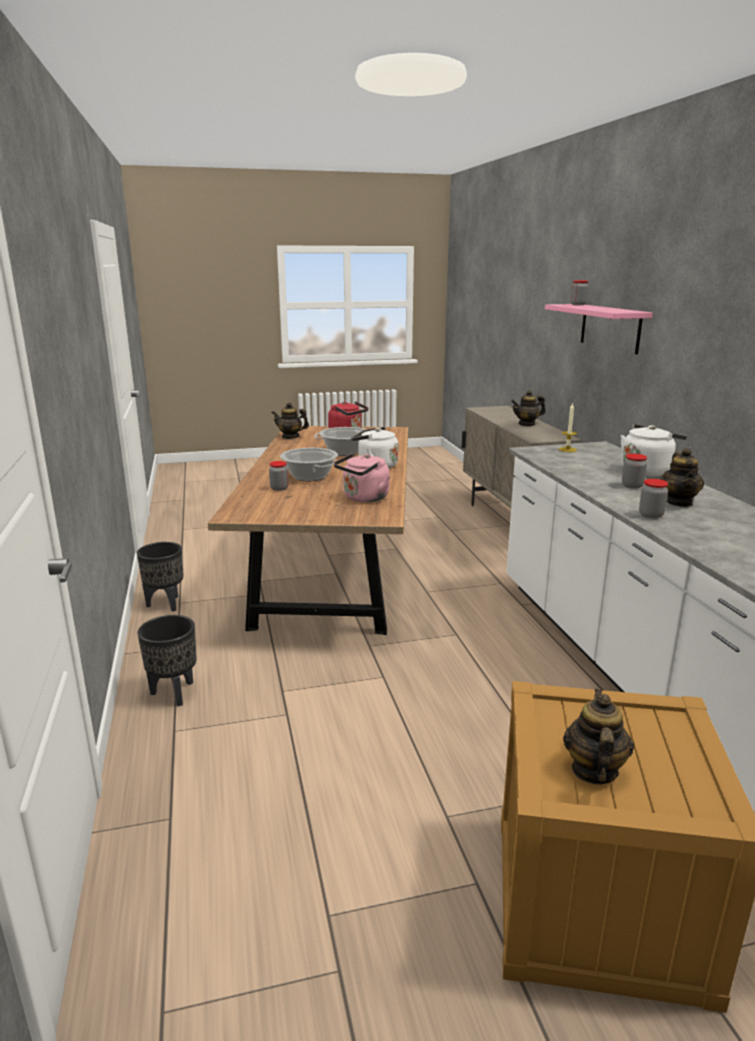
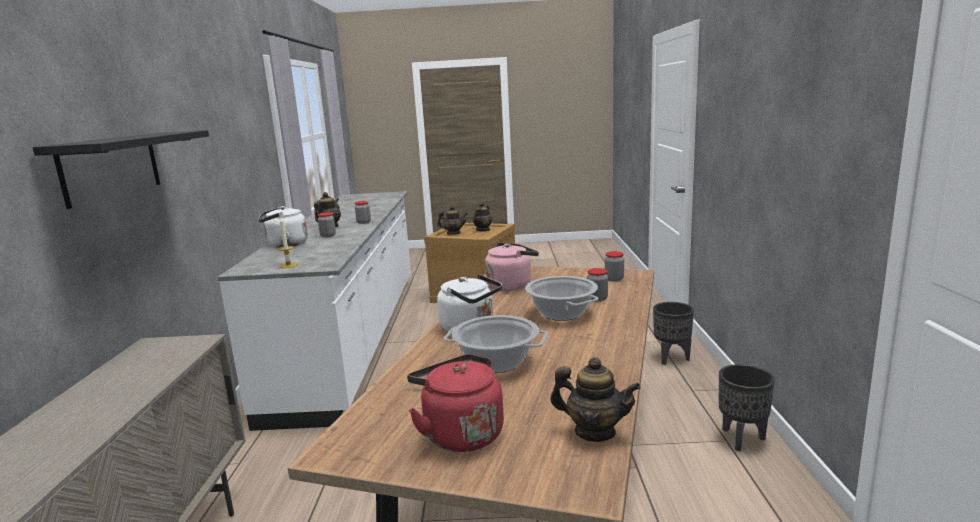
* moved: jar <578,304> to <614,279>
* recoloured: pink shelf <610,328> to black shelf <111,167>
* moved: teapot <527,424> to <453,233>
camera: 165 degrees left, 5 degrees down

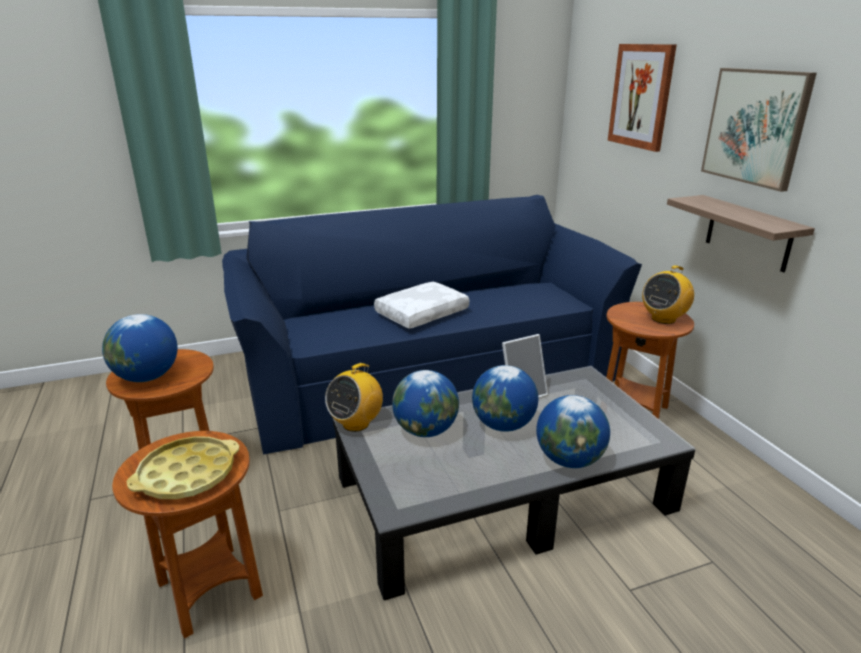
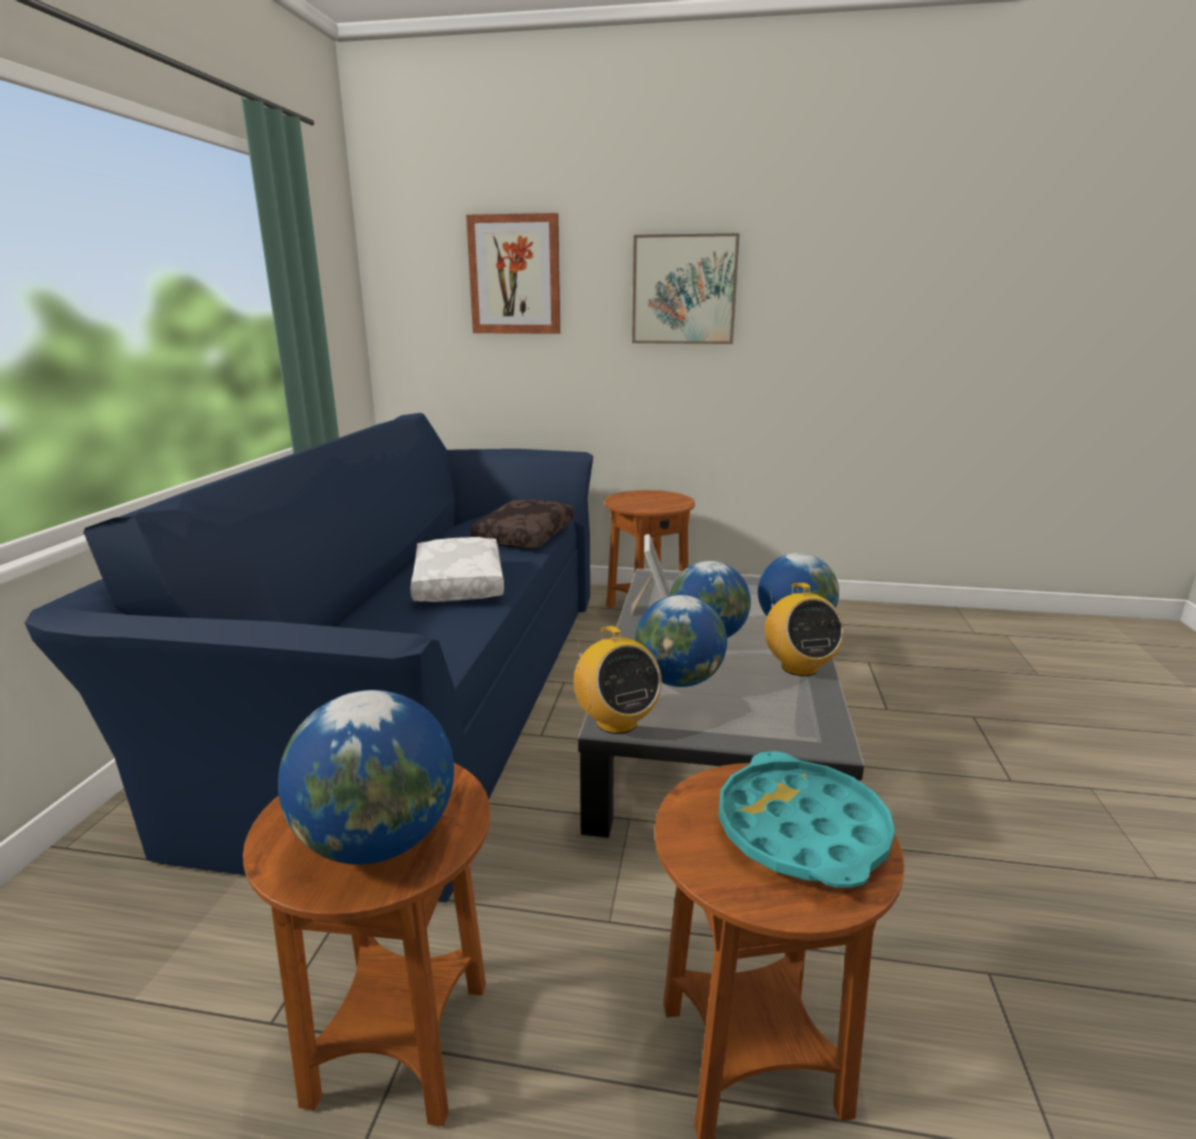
* removed: shelf <748,233>
* moved: radio <663,319> to <799,667>
* recoloured: yellow tray <187,474> to turquoise tray <801,831>
* added: brown pillow <523,535>
camera: 60 degrees left, 5 degrees down

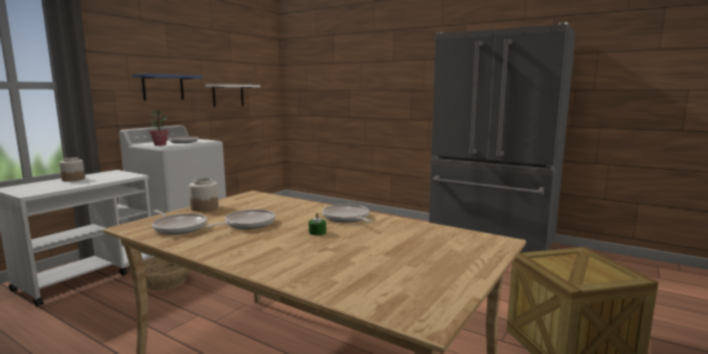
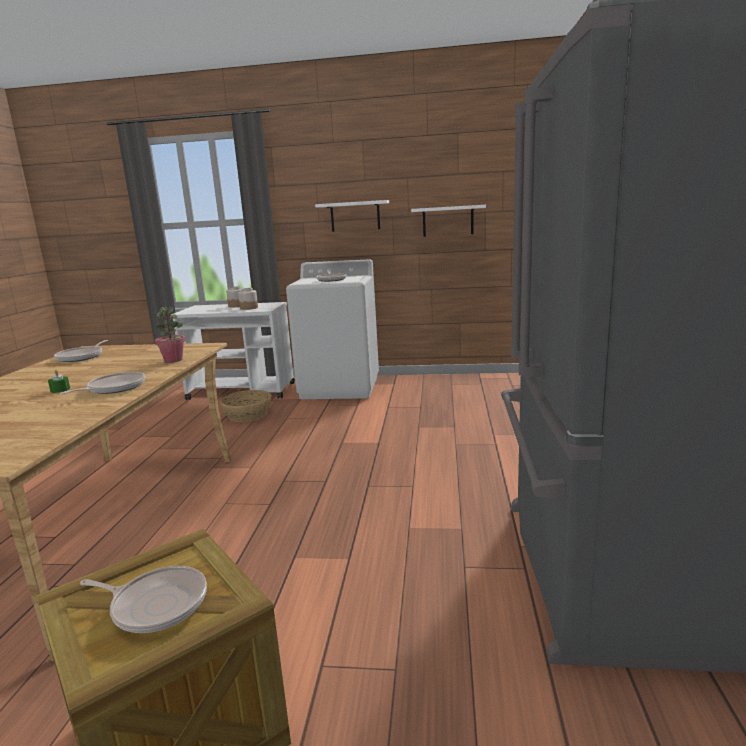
* recoloured: blue shelf <163,87> to white shelf <355,216>
* moved: potted plant <160,145> to <173,360>
* moved: jar <204,207> to <249,308>
* moved: frying pan <247,224> to <156,604>
camera: 65 degrees right, 5 degrees up

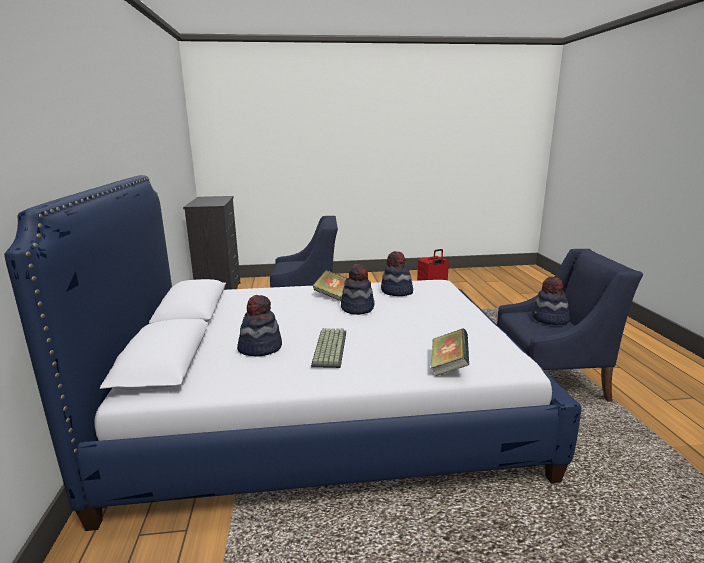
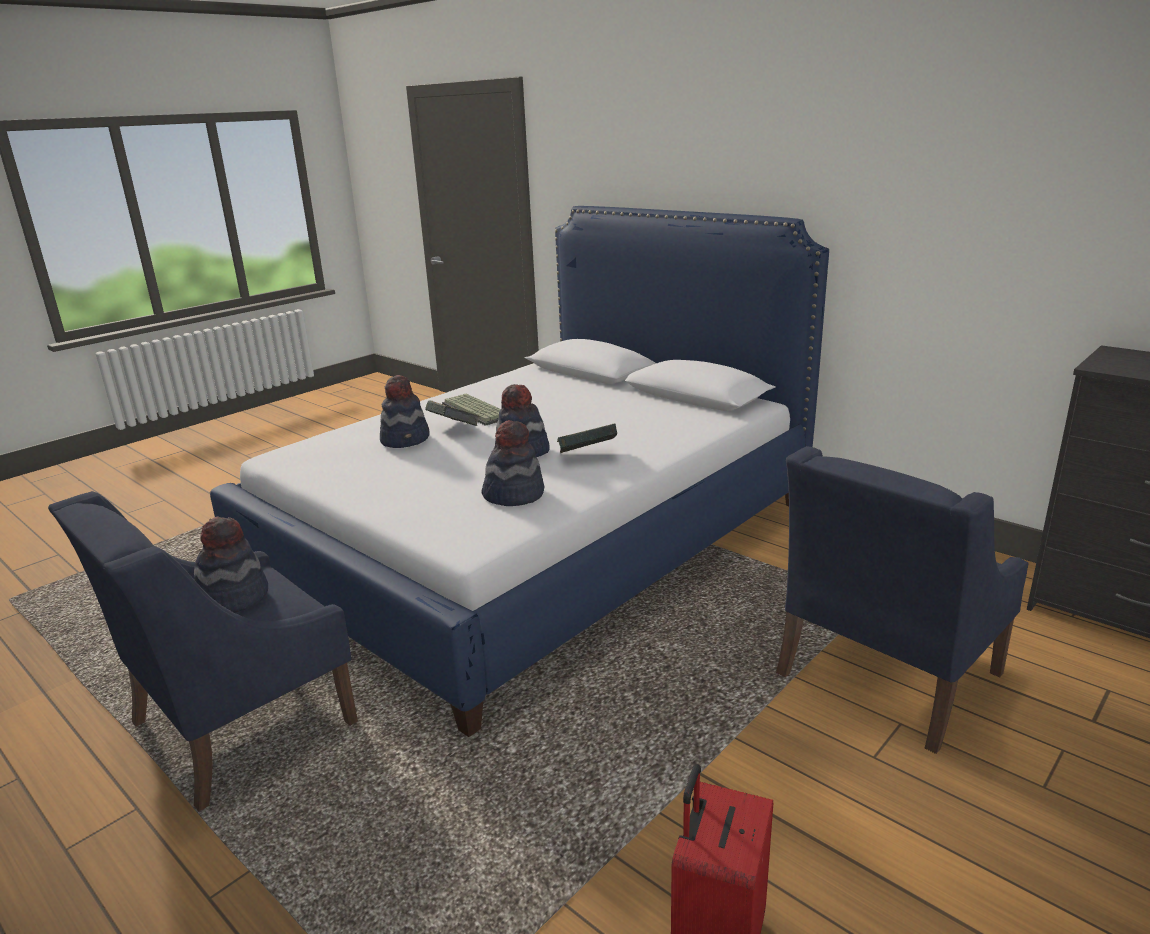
* moved: hat <260,348> to <406,439>
* moved: book <448,366> to <454,429>
camera: 140 degrees right, 5 degrees up

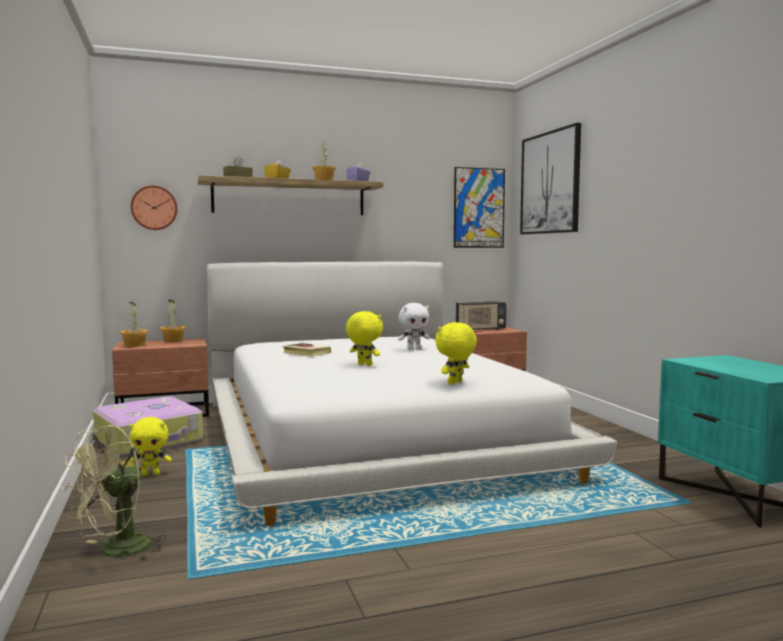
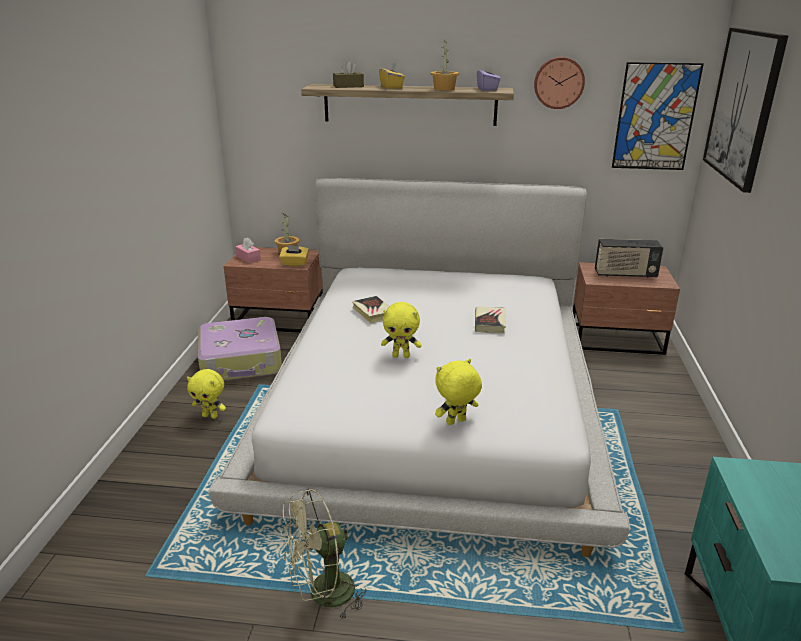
* moved: wall clock <154,208> to <559,82>
* replaced: potted plant <134,345> to pink tissue box <248,258>
* replaced: white plush toy <413,349> to book <489,323>
* turned: yellow plush toy <364,365> = <401,356> 120 degrees clockwise
* moved: green fan <115,552> to <323,595>
* added: yellow tissue box <294,264>
camera: 25 degrees right, 20 degrees up

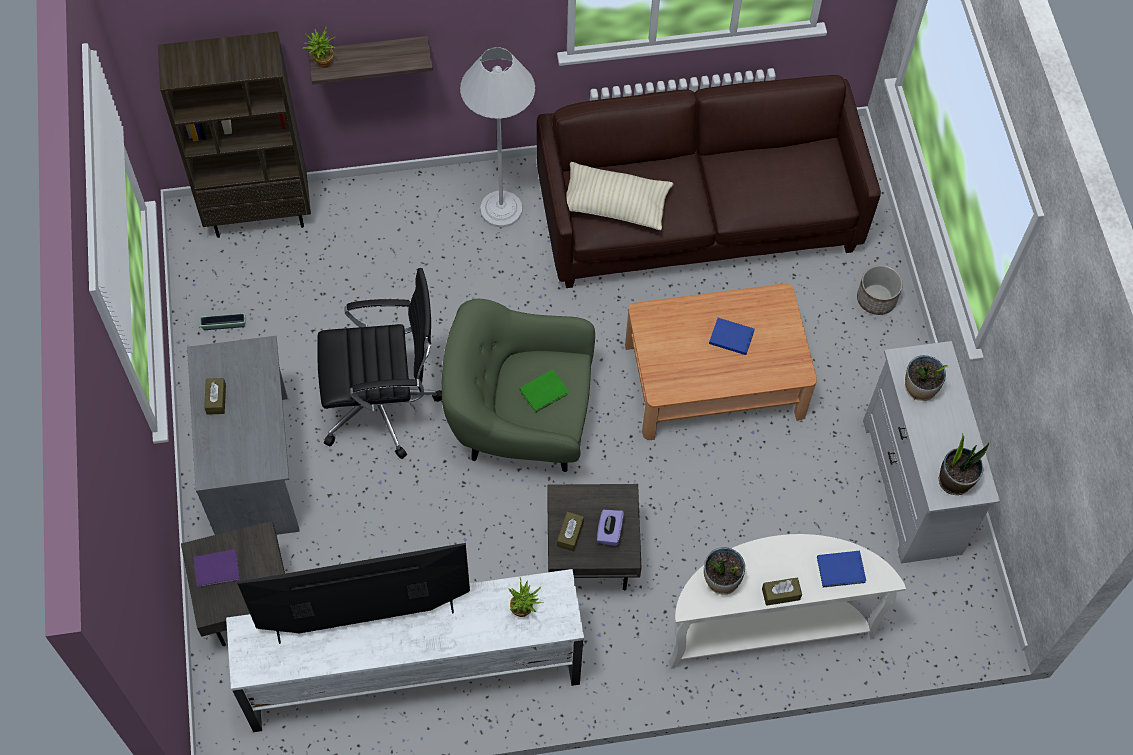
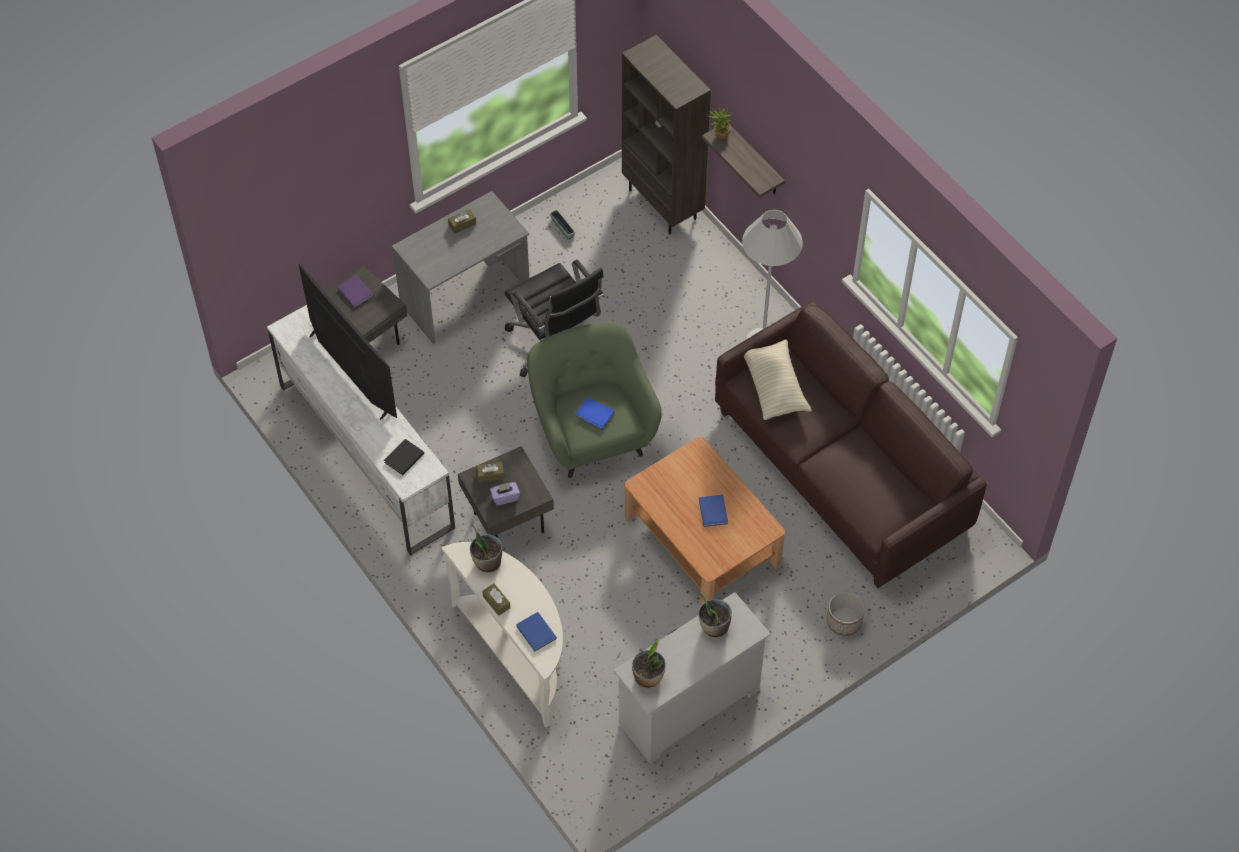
* recoloured: green book <545,392> to blue book <595,415>
* replaced: potted plant <525,611> to black book <403,458>
camera: 65 degrees right, 5 degrees down

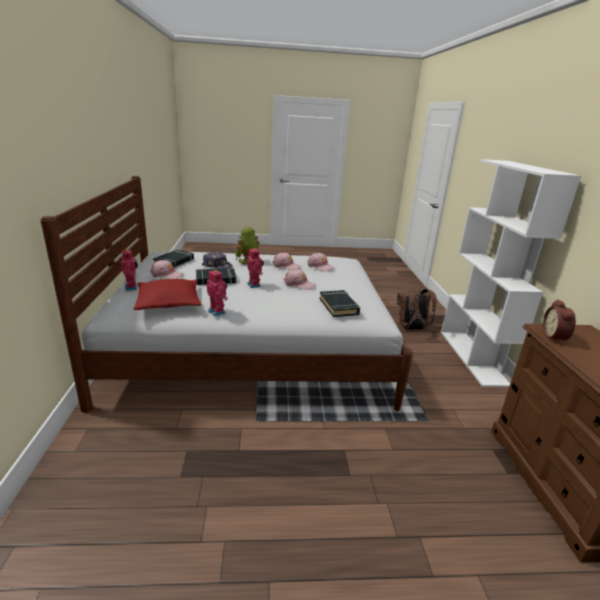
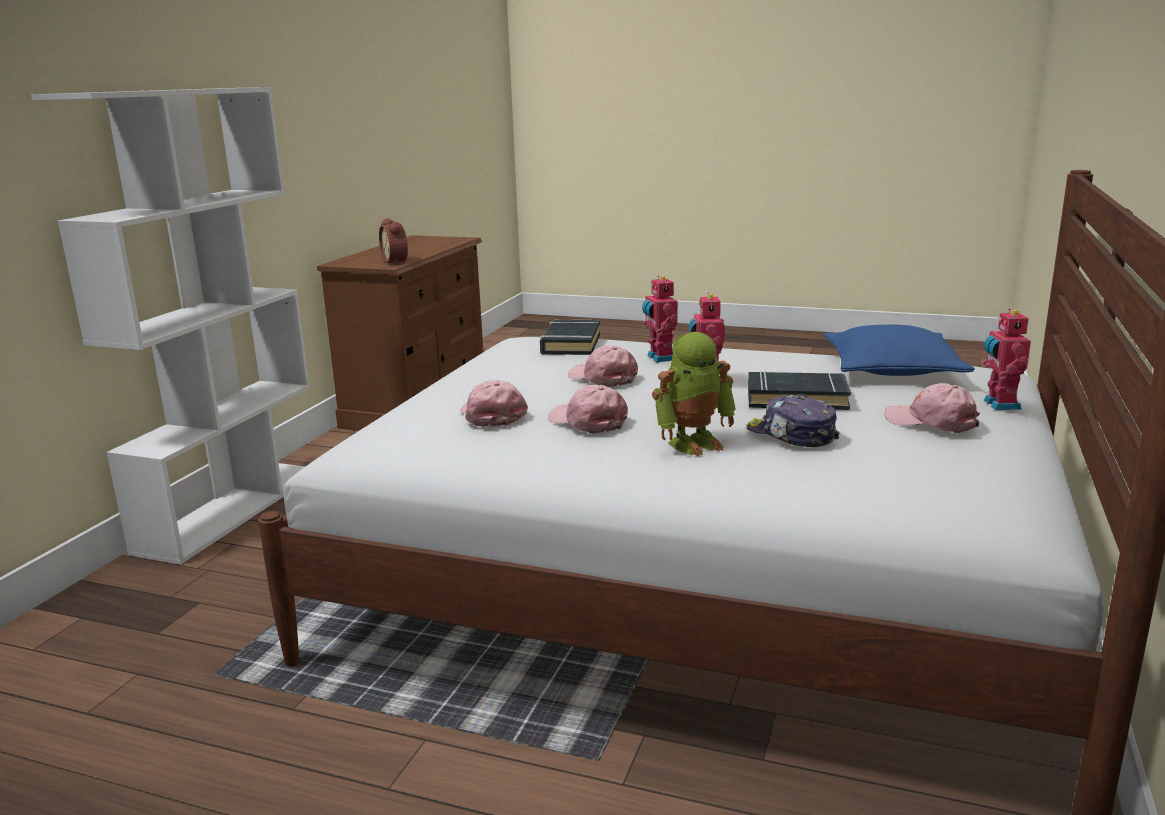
* removed: black book <174,262>
* moved: toy robot <217,311> to <660,358>
* recoloured: red pillow <168,302> to blue pillow <892,370>
* removed: brown backpack <411,328>
* turned: alarm clock <555,337> = <397,261> 120 degrees clockwise
camera: 155 degrees left, 5 degrees down

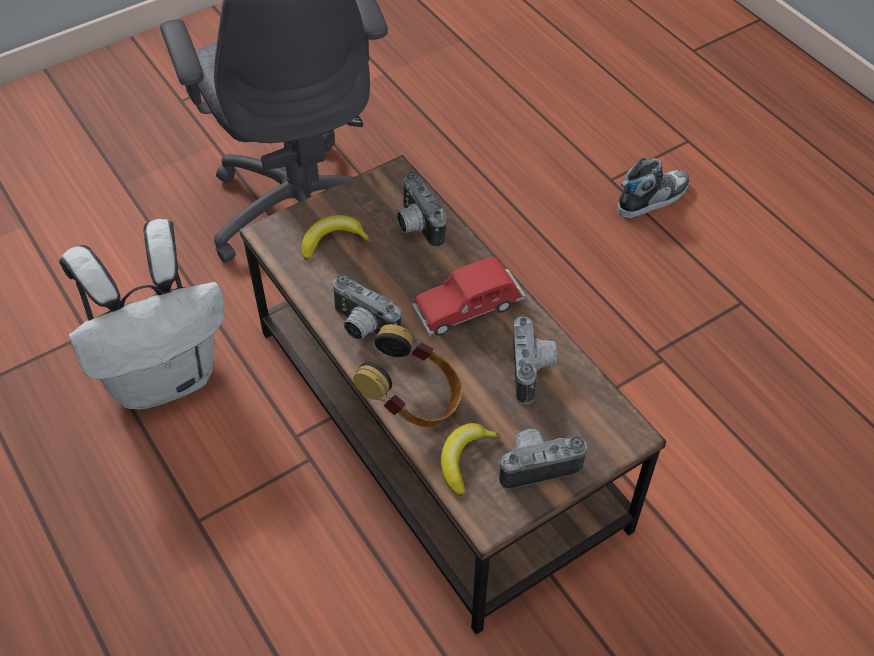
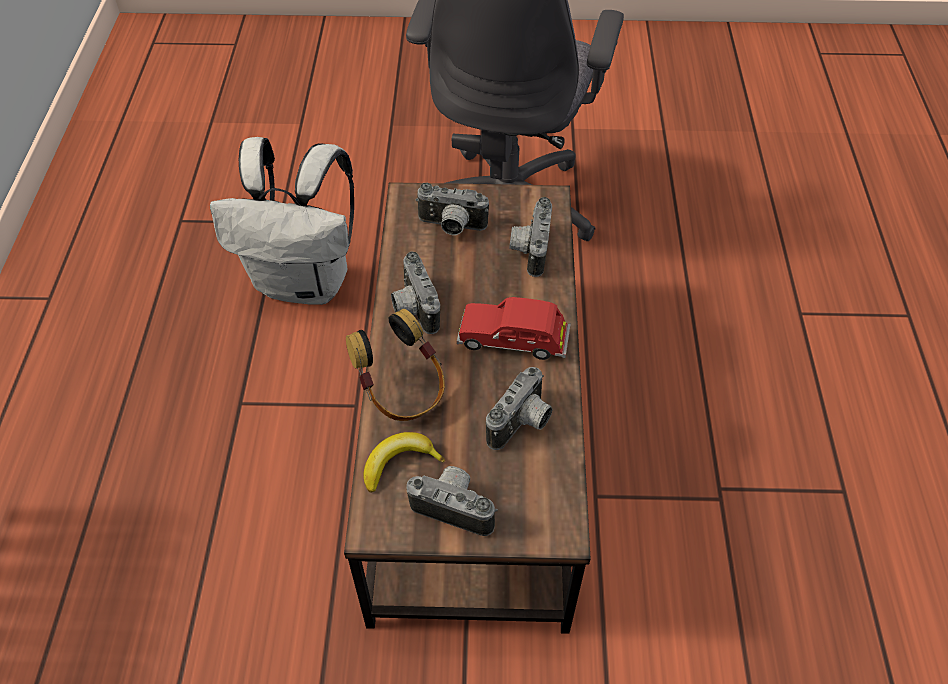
* removed: shoe <652,198>
* replaced: banana <333,241> to photo camera <451,227>
camera: 35 degrees right, 0 degrees up

